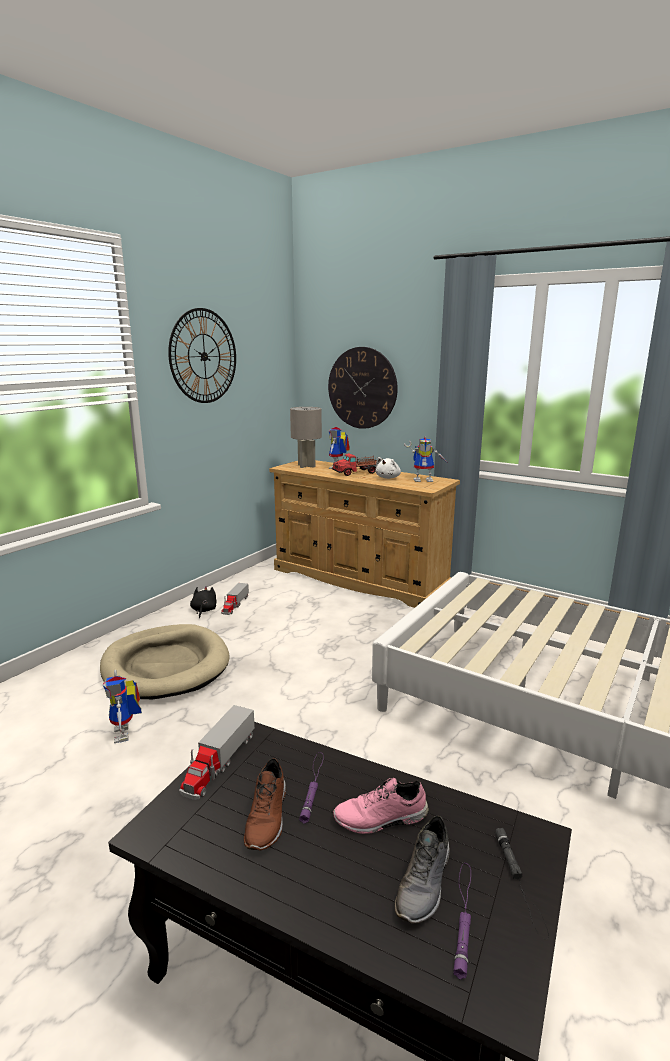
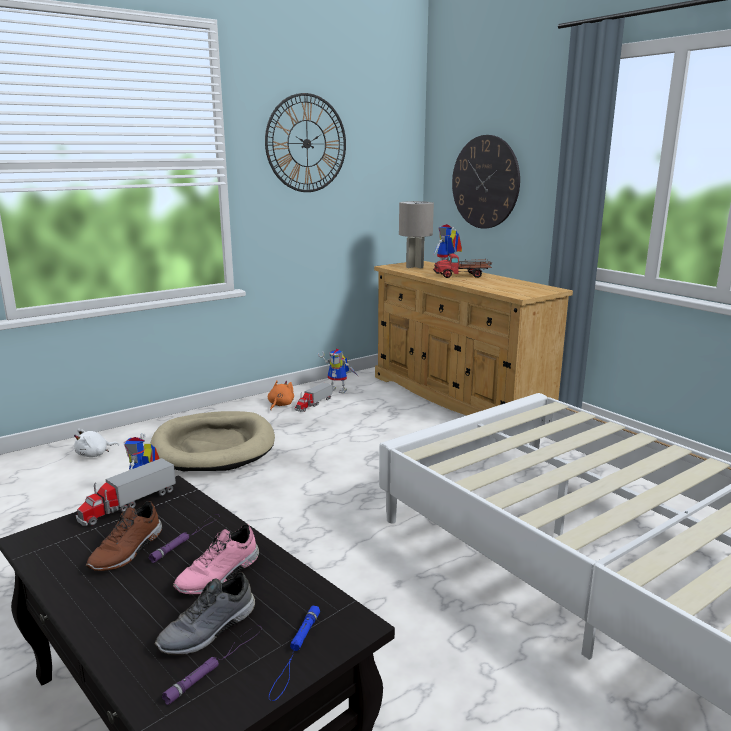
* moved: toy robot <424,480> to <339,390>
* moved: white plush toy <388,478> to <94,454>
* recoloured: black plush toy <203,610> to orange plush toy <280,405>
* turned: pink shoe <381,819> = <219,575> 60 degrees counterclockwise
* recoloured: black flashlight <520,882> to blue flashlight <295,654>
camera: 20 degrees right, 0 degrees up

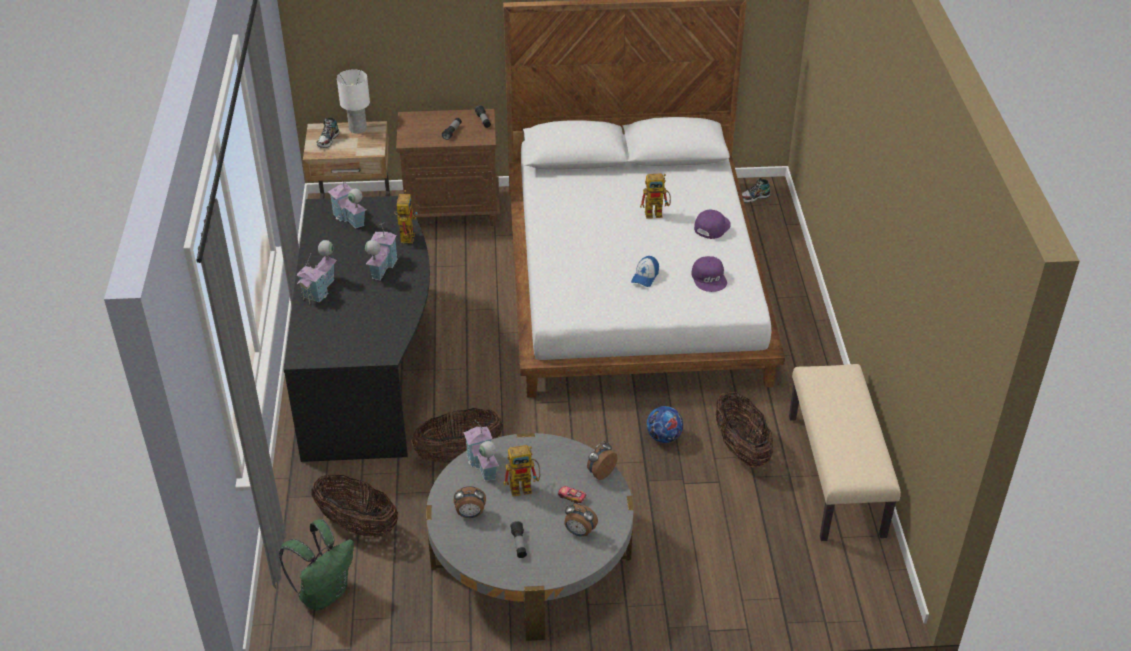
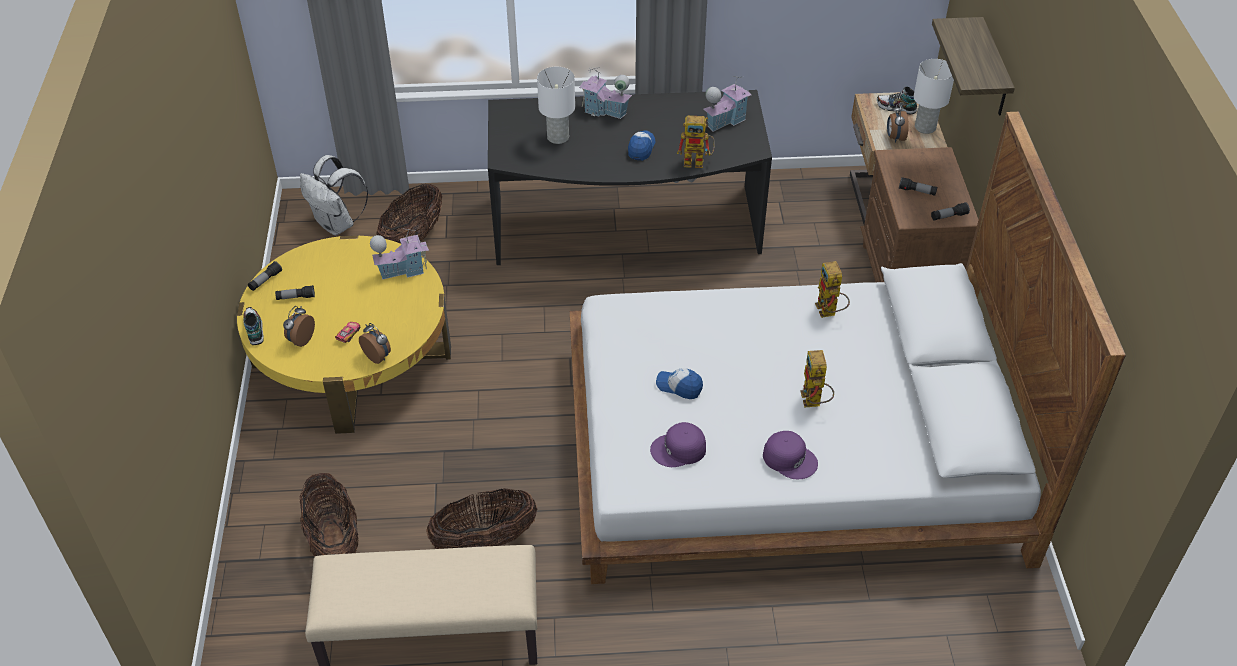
* moved: shoe <754,197> to <254,330>
* replaced: toy house <381,267> to cap <641,148>
* removed: football <664,437>
* moved: basket <458,454> to <334,541>
* recoloured: grey coffee table <531,557> to yellow coffee table <352,357>
* moved: toy robot <525,487> to <829,312>
* moved: alarm clock <470,514> to <894,137>
* recoloured: green backpack <324,593> to white backpack <337,224>
* added: shelf <994,70>
* added: white table lamp <558,137>
* added: flashlight <265,280>
camera: 90 degrees right, 5 degrees up

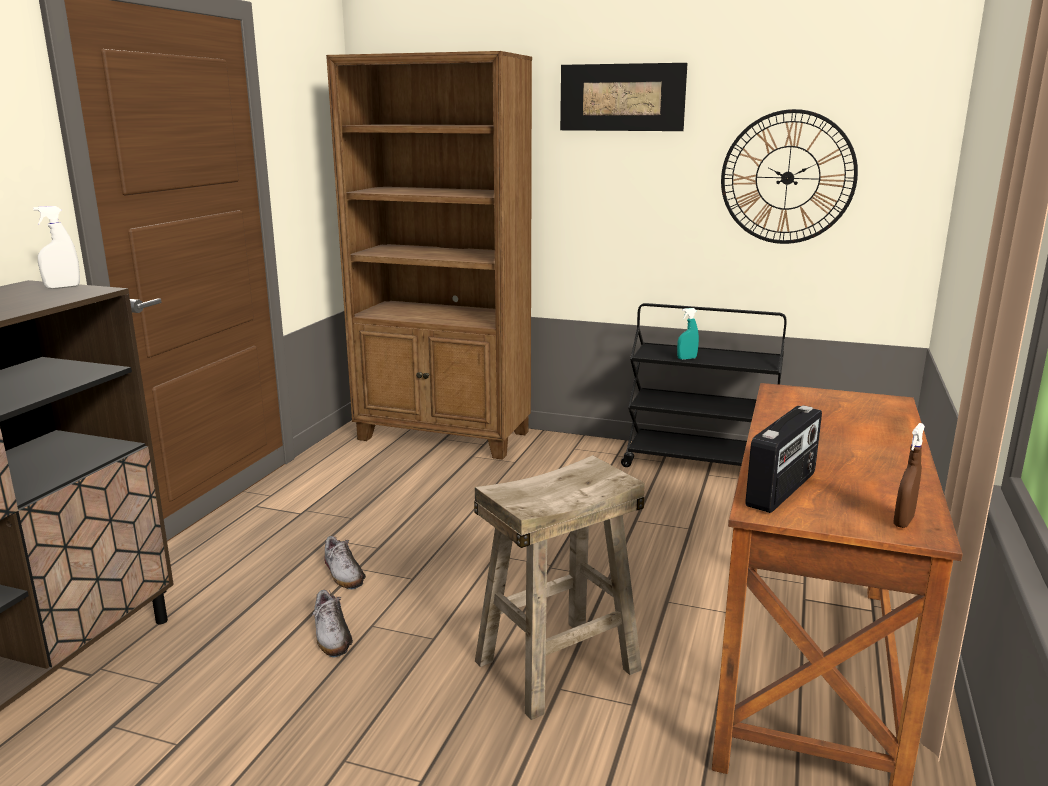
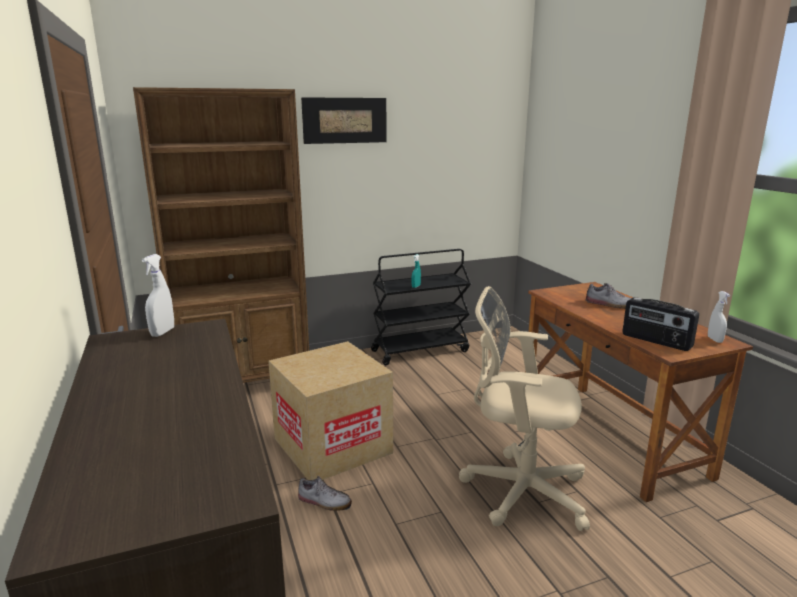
* removed: wall clock <787,178>
* turned: radio <782,490> = <656,341> 135 degrees clockwise
* recoloured: brown spray bottle <903,522> to white spray bottle <714,340>
* replaced: beige stool <557,664> to beige office chair <519,490>
* moved: shoe <331,635> to <610,304>
* added: cardboard box <332,445>
camera: 40 degrees left, 0 degrees up

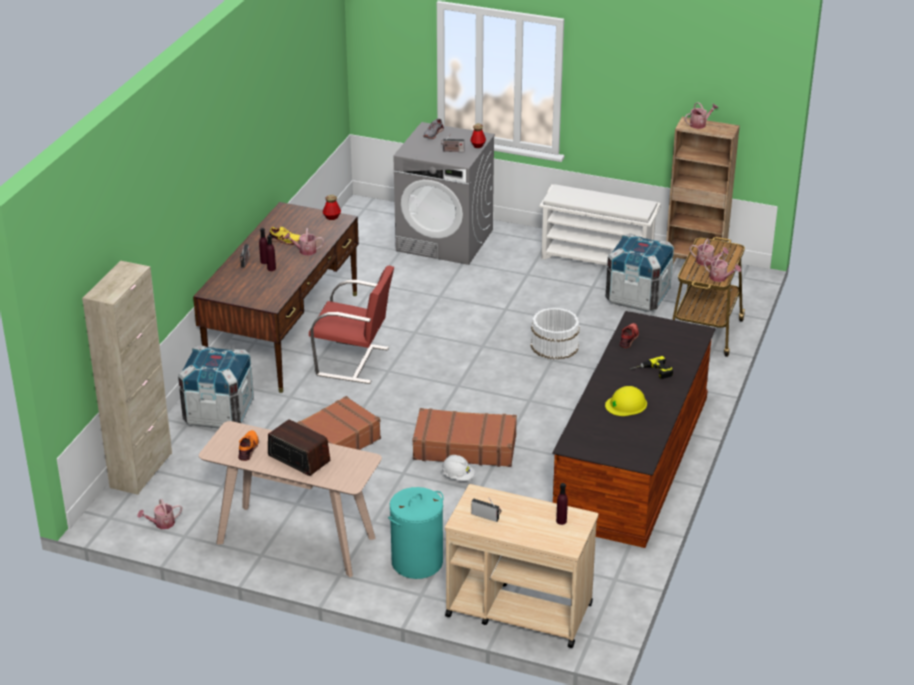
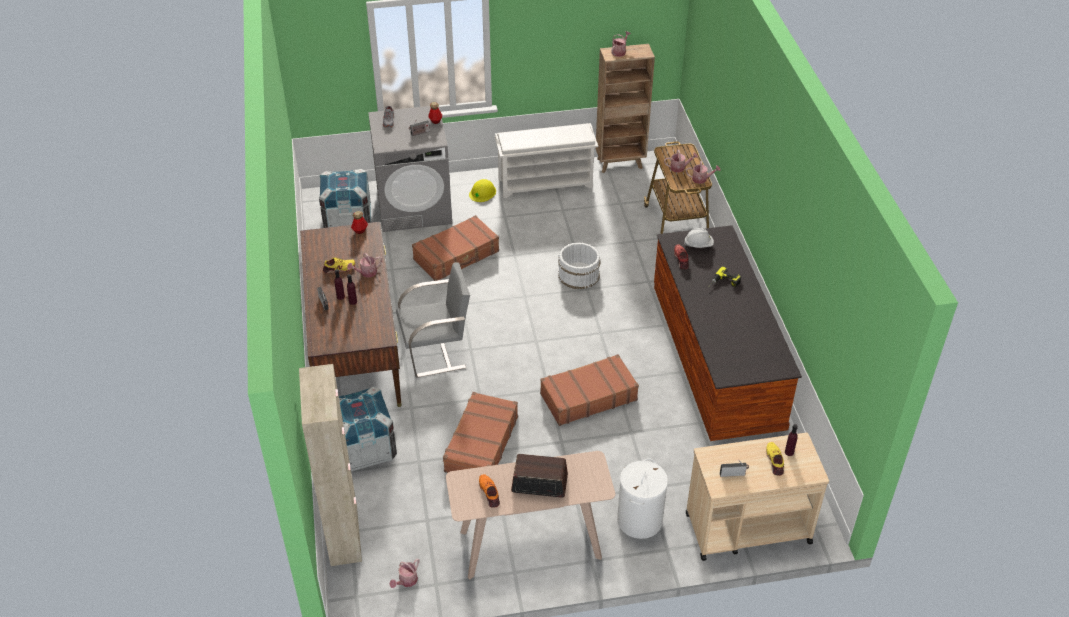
* moved: crate <637,296> to <348,220>
* recoloured: red chair <354,362> to grey chair <436,352>
* moved: yellow hard hat <626,404> to <482,192>
* moved: white hard hat <457,476> to <698,245>
* recoloured: turquoise laundry basket <417,562> to white laundry basket <639,520>
* added: brown suitcase <457,256>
* added: yellow shoe <775,461>
camera: 30 degrees left, 10 degrees up

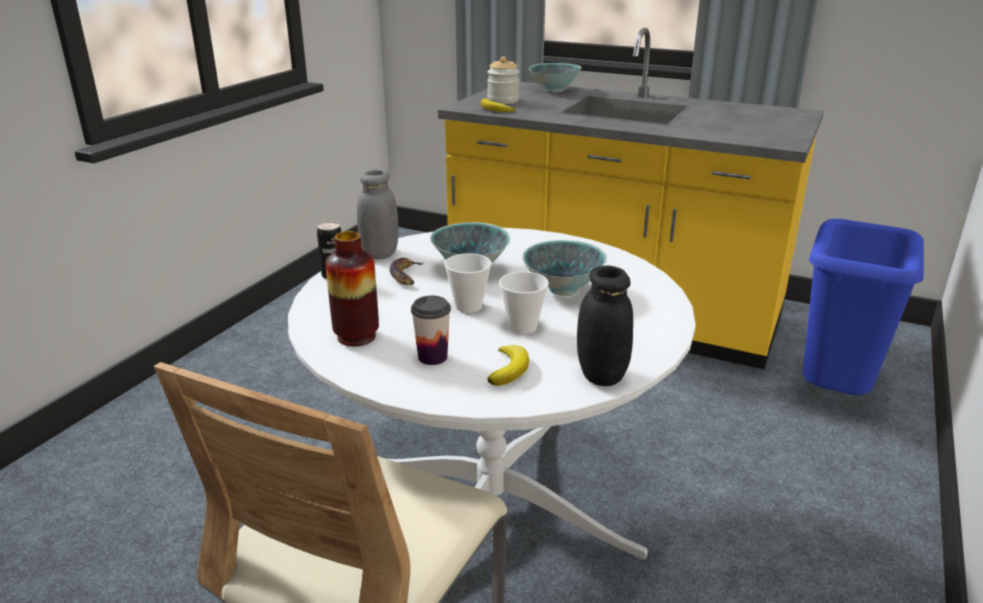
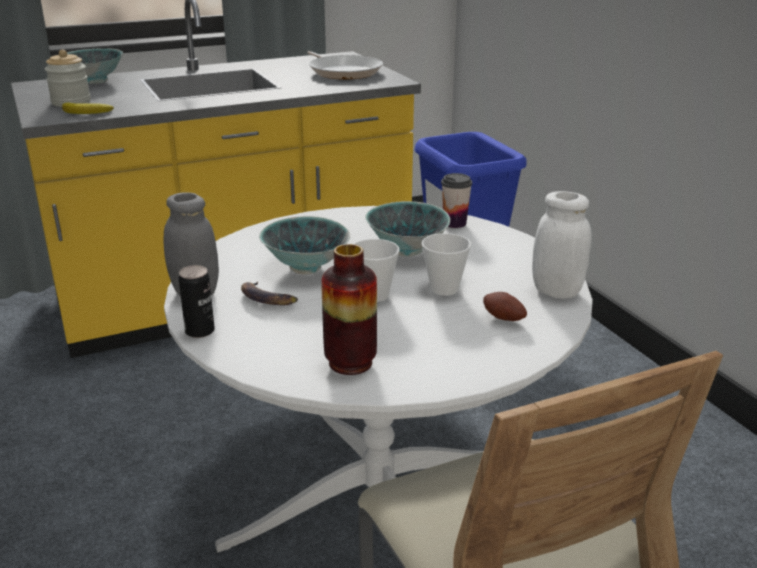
* recoloured: black jar <601,375> to white jar <556,291>
* moved: cup <432,357> to <454,223>
* replaced: banana <509,369> to potato <502,319>
* added: frying pan <343,72>
camera: 50 degrees left, 0 degrees up

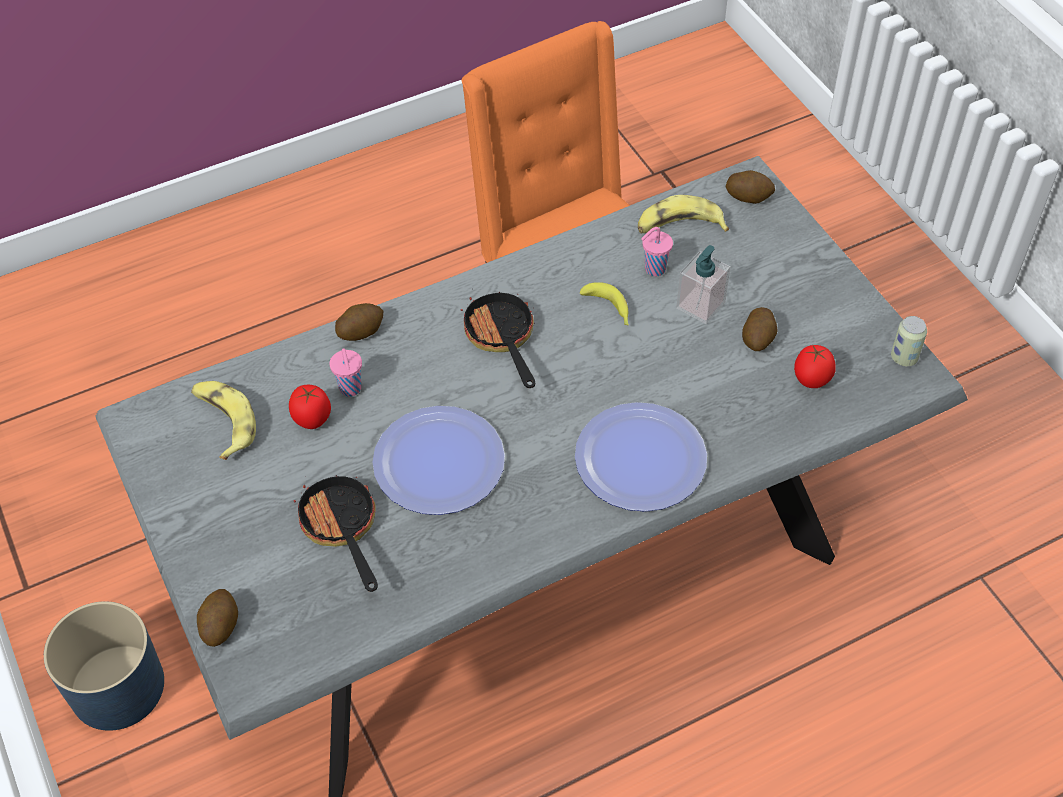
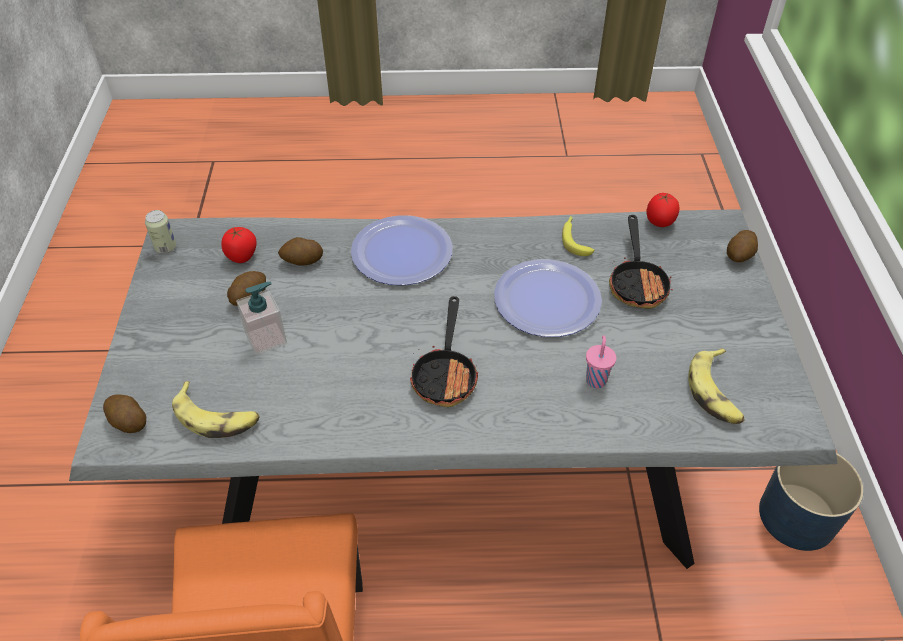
* removed: pink cup <653,269>
* moved: banana <609,309> to <575,239>
* moved: potato <361,331> to <302,261>
* moved: tomato <312,418> to <659,223>
camera: 155 degrees left, 5 degrees down

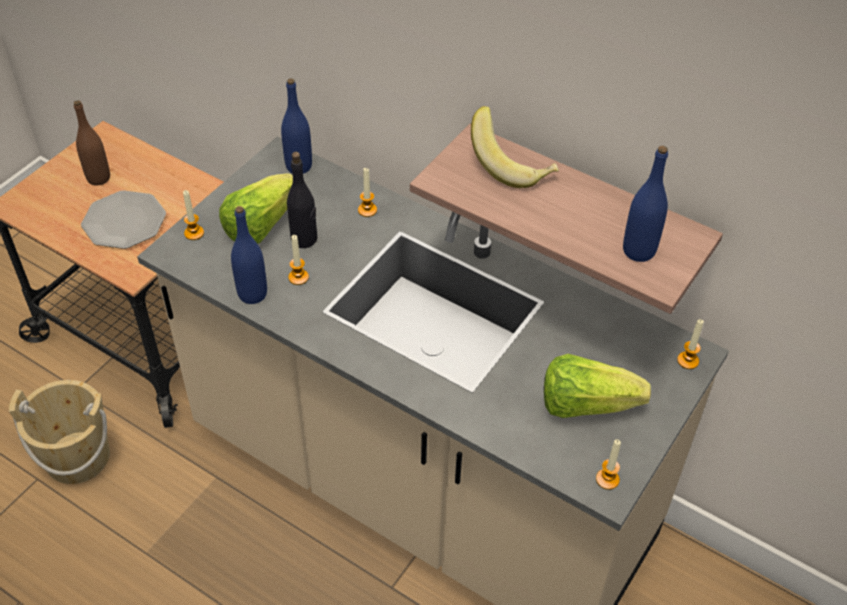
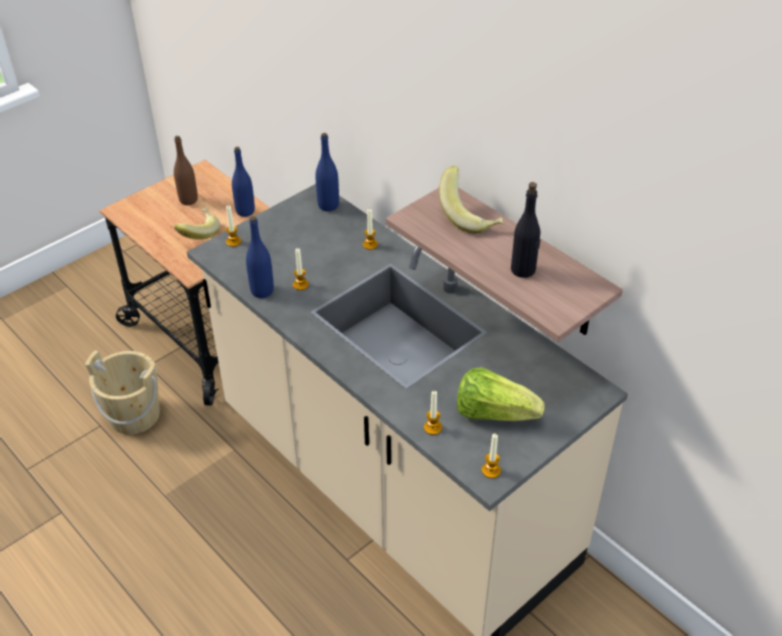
* moved: blue bottle <639,251> to <245,211>
* moved: black bottle <304,239> to <523,270>
* removed: lettuce <260,225>
* replaced: plate <124,221> to banana <198,234>
* moved: candle <687,361> to <433,427>
camera: 15 degrees right, 5 degrees down

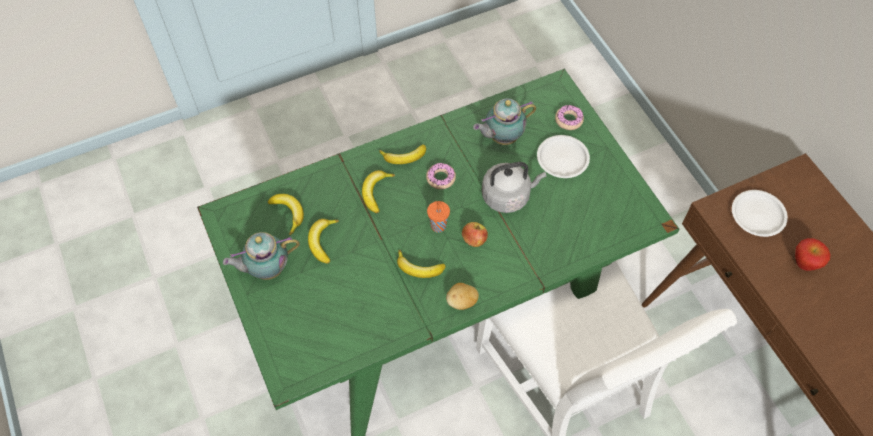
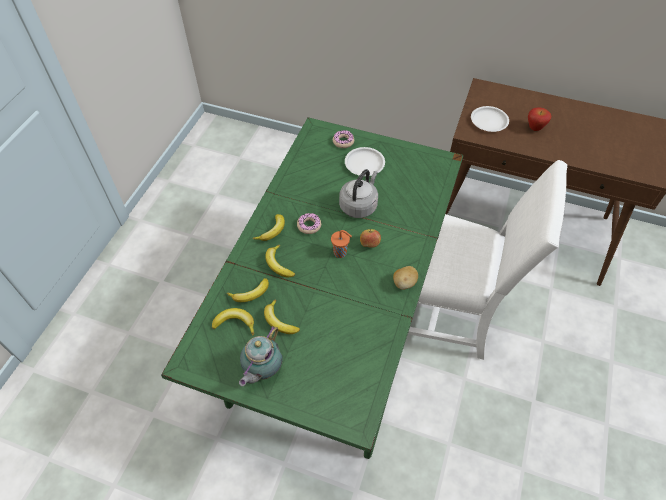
* removed: teapot <501,138>
* moved: banana <419,269> to <251,294>
camera: 45 degrees left, 5 degrees down

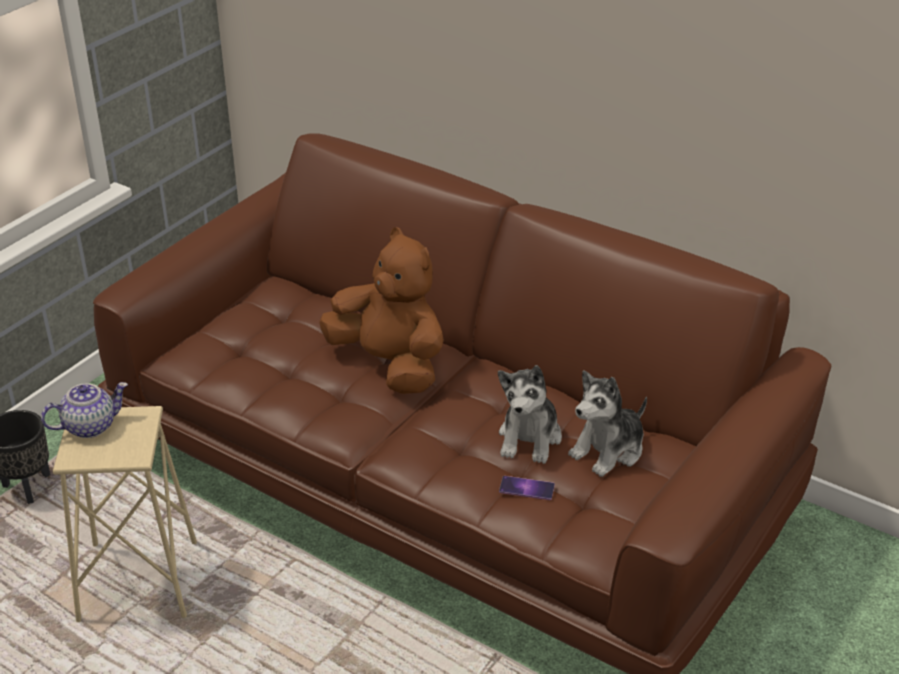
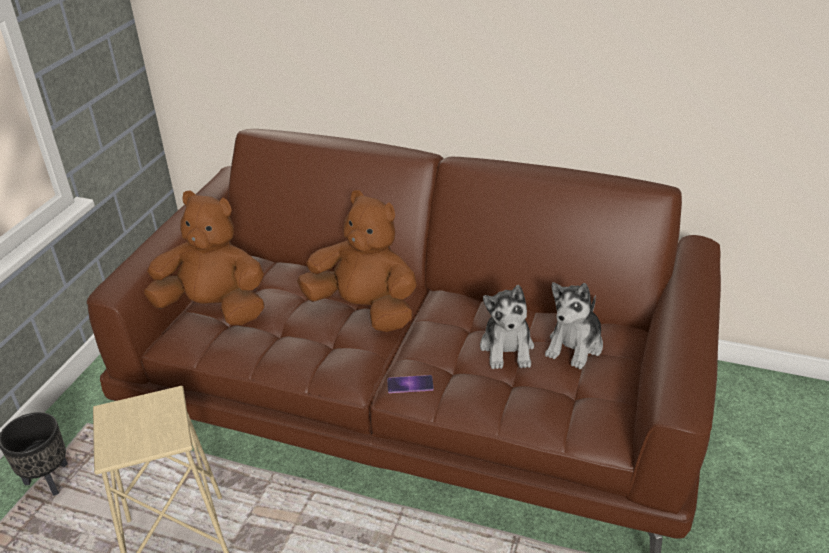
* removed: teapot <90,426>
* moved: phone <526,488> to <410,384>
* added: brown plush toy <214,308>
camera: 15 degrees left, 0 degrees up

